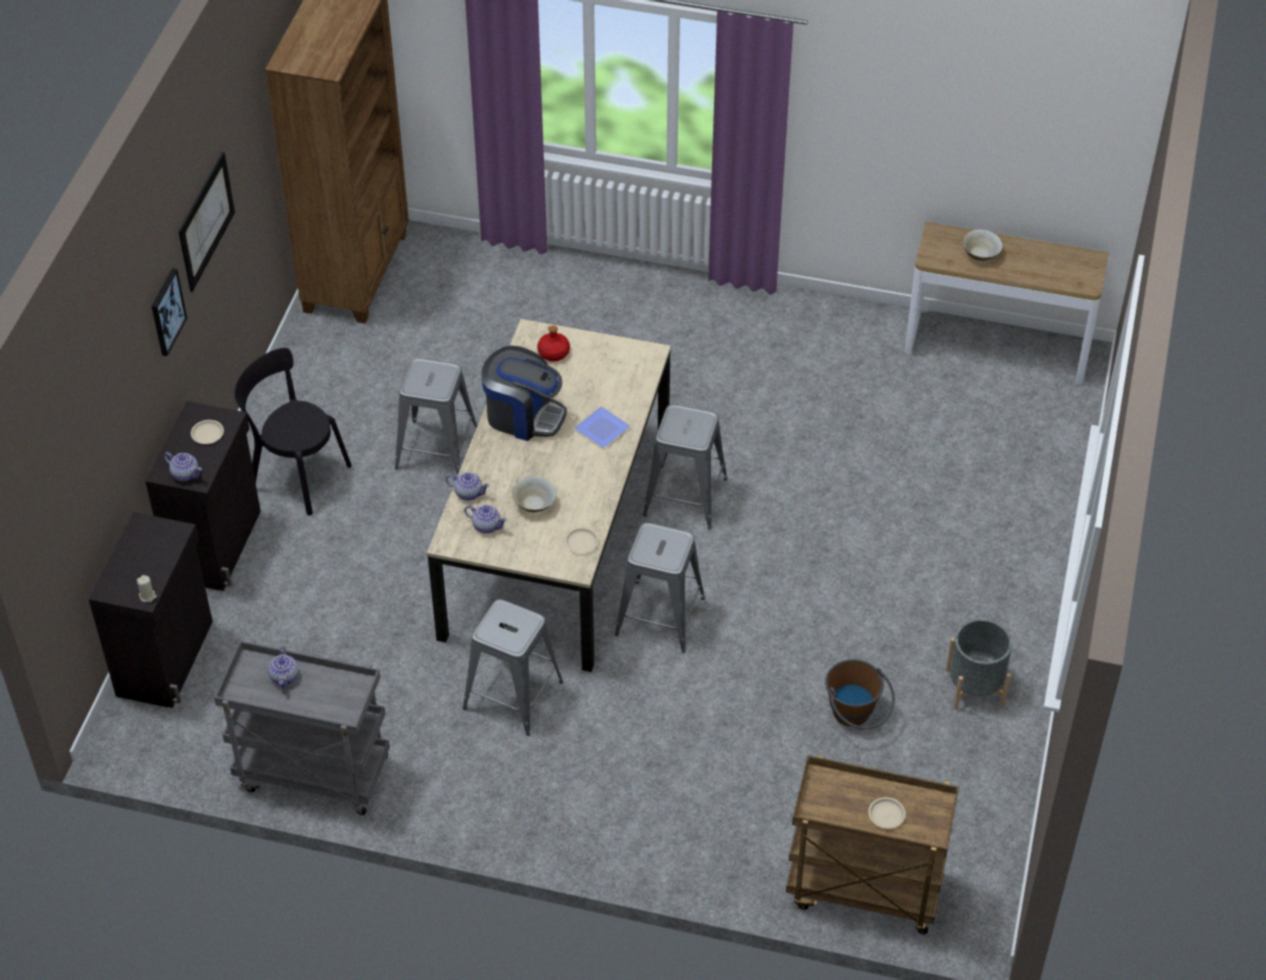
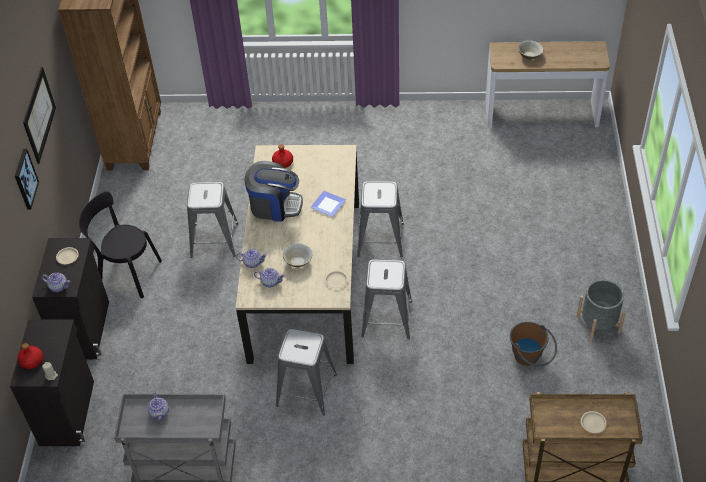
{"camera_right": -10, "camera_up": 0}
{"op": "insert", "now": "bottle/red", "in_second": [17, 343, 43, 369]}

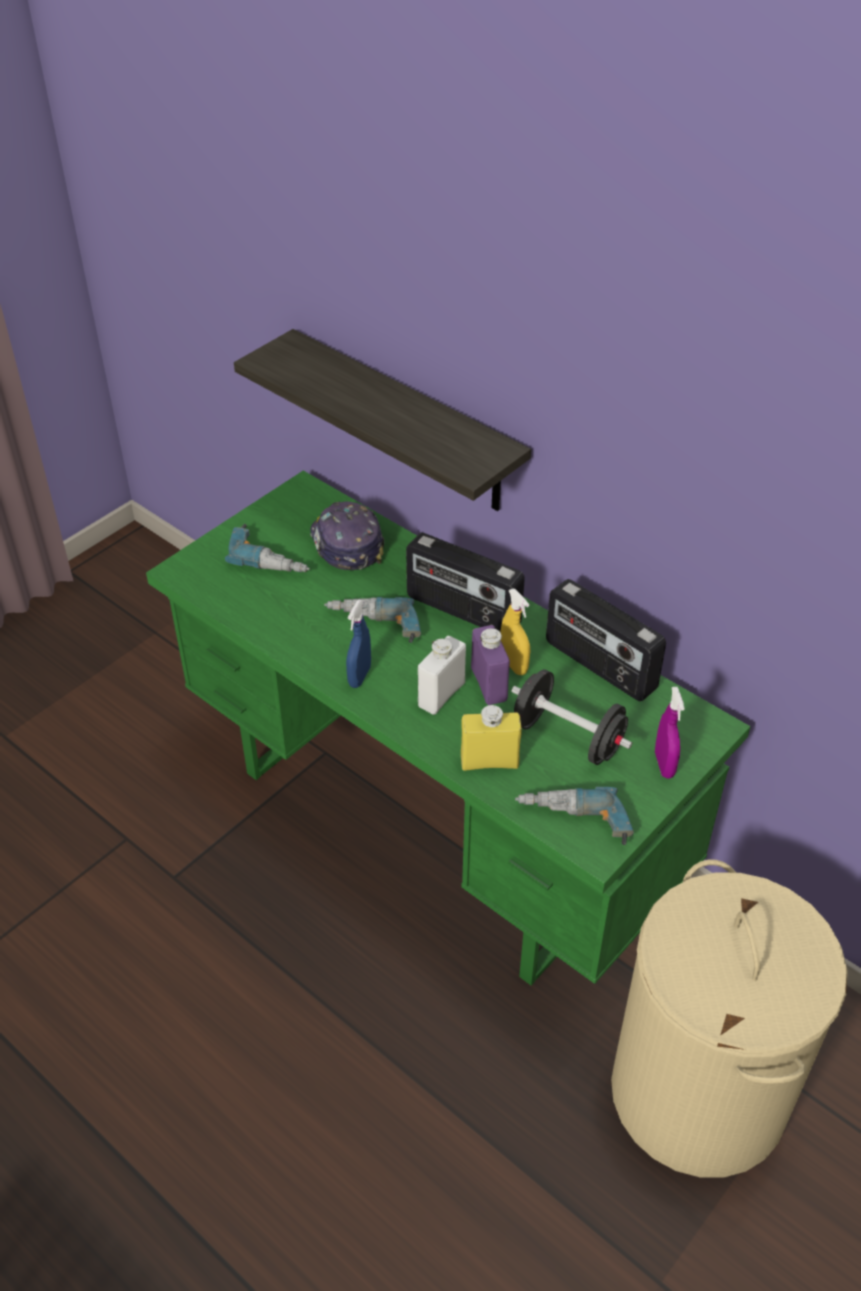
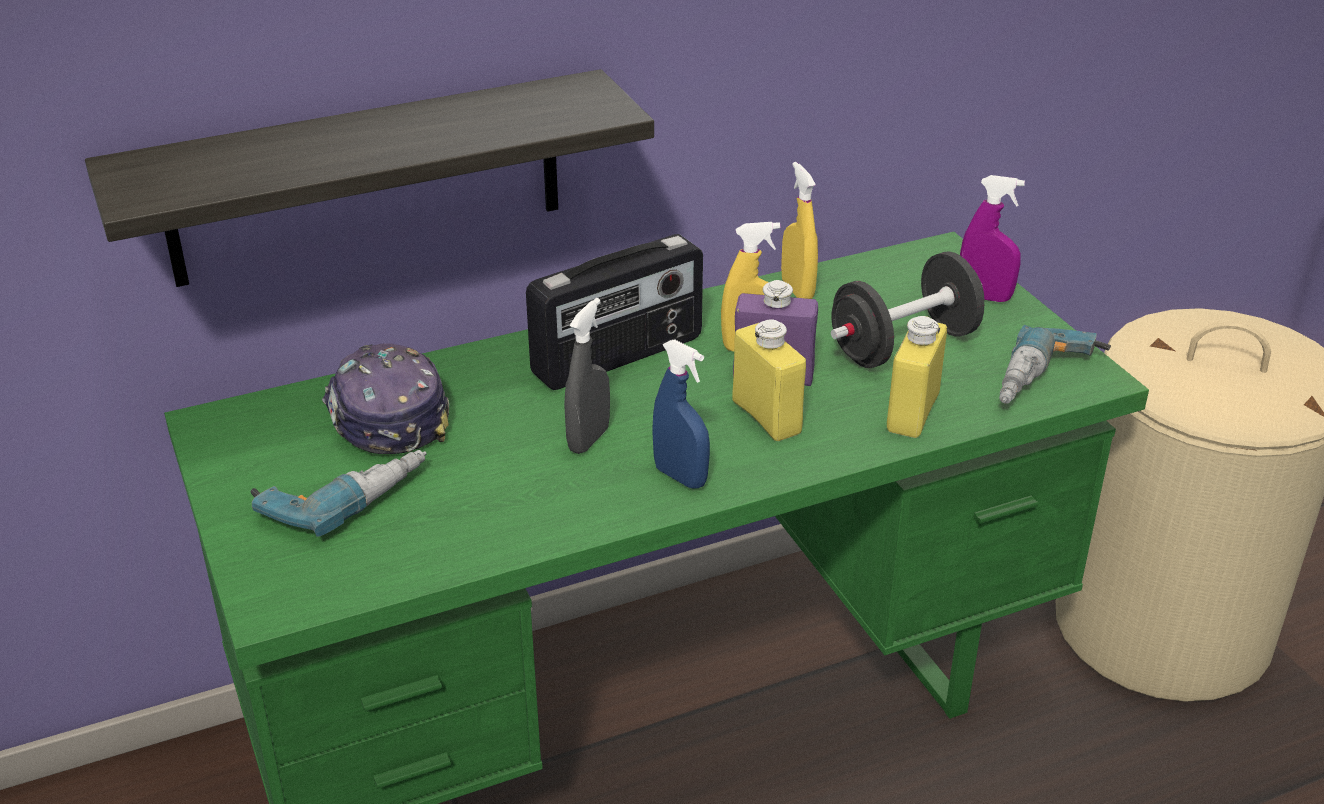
{"camera_right": -65, "camera_up": -10}
{"op": "rotate", "was": "cap", "in_first": [310, 502, 384, 570], "in_second": [322, 343, 449, 454], "clockwise": 60}
{"op": "replace", "was": "radio", "now": "spray bottle/yellow", "in_first": [546, 579, 666, 701], "in_second": [781, 162, 818, 299]}
{"op": "replace", "was": "power drill", "now": "spray bottle/grey", "in_first": [324, 597, 421, 643], "in_second": [564, 298, 610, 454]}
{"op": "recolor", "was": "bottle/white", "now": "bottle/yellow", "in_first": [418, 636, 466, 715], "in_second": [732, 319, 806, 441]}

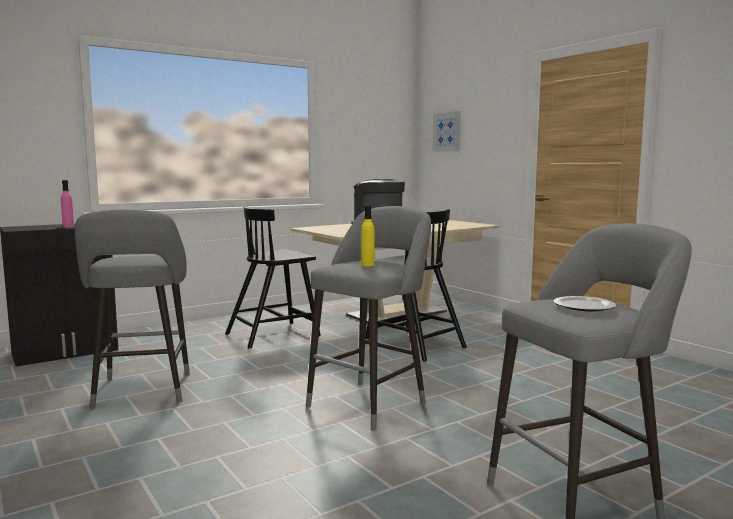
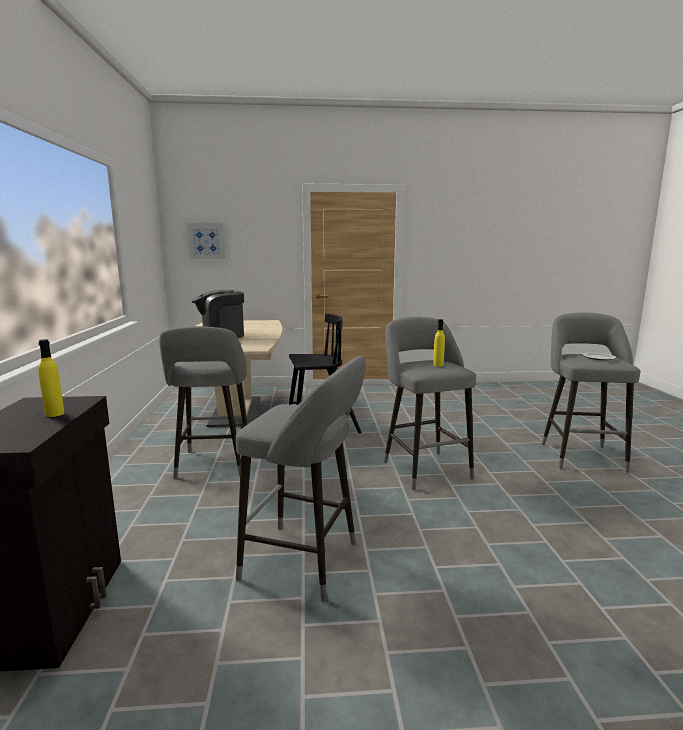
{"camera_right": -60, "camera_up": 5}
{"op": "recolor", "was": "bottle/pink", "now": "bottle/yellow", "in_first": [61, 180, 74, 227], "in_second": [38, 339, 65, 417]}
{"op": "replace", "was": "chair/black", "now": "stool/grey", "in_first": [225, 206, 321, 349], "in_second": [159, 326, 247, 479]}

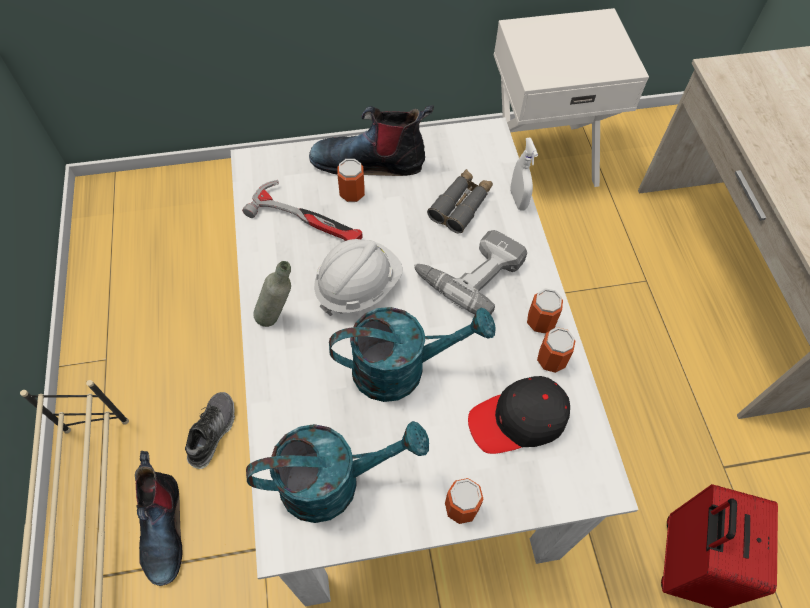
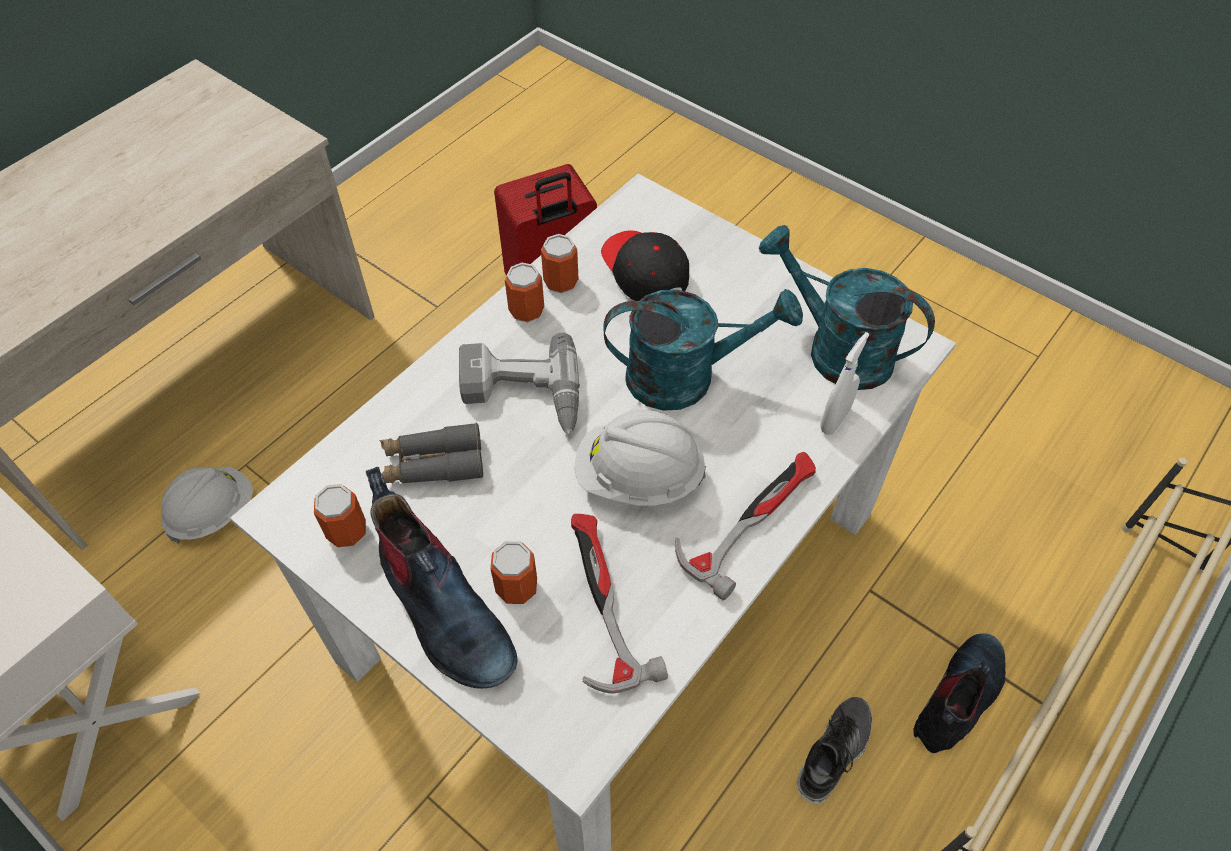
{"camera_right": -130, "camera_up": -5}
{"op": "move", "was": "spray bottle/white", "in_first": [510, 138, 538, 211], "in_second": [820, 332, 869, 435]}
{"op": "replace", "was": "bottle/grey", "now": "hammer", "in_first": [253, 261, 291, 327], "in_second": [675, 452, 816, 600]}
{"op": "rotate", "was": "watering can/turquoise", "in_first": [329, 307, 495, 402], "in_second": [603, 289, 803, 411], "clockwise": 135}
{"op": "rotate", "was": "cap/black", "in_first": [468, 376, 570, 454], "in_second": [601, 230, 689, 301], "clockwise": -150}
{"op": "rotate", "was": "shoe", "in_first": [185, 392, 235, 469], "in_second": [797, 697, 872, 804], "clockwise": 150}
{"op": "move", "was": "can", "in_first": [445, 478, 484, 524], "in_second": [314, 484, 366, 547]}
{"op": "insert", "now": "hard hat/white", "in_second": [161, 467, 253, 544]}

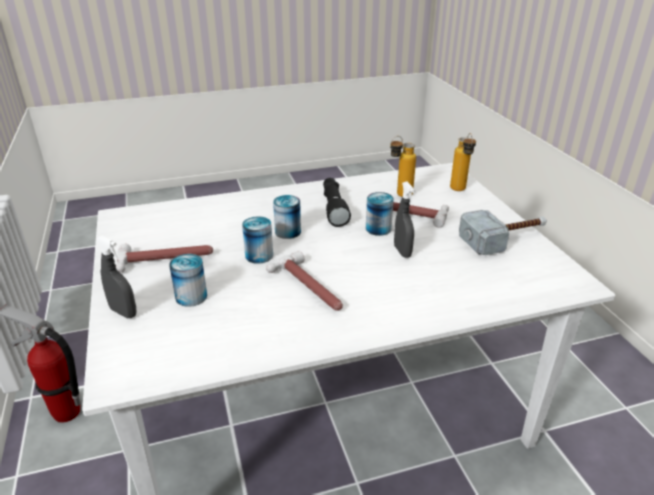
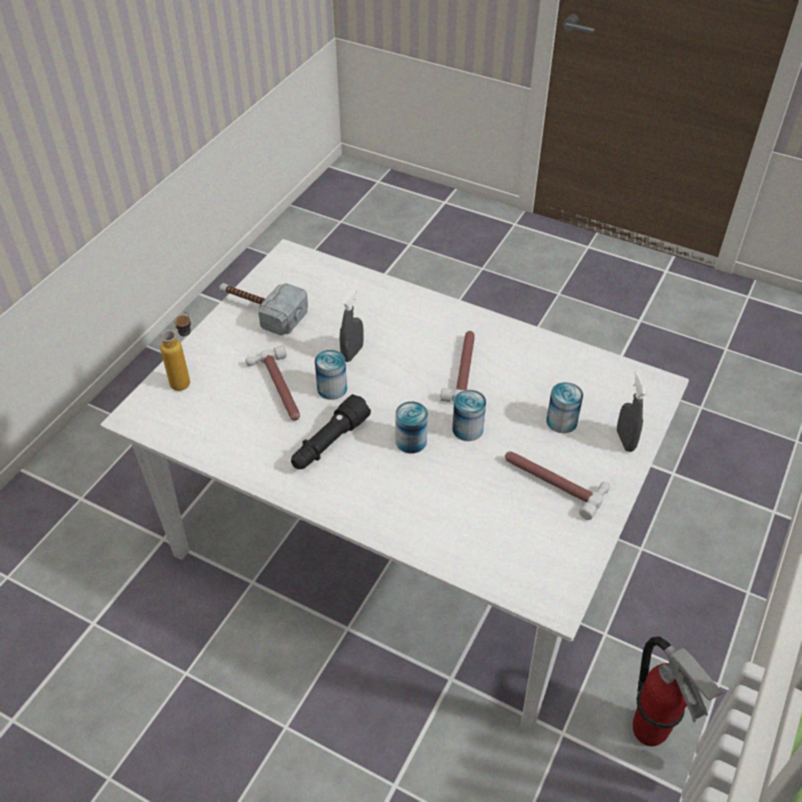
{"camera_right": -135, "camera_up": 15}
{"op": "delete", "was": "bottle", "in_first": [390, 136, 416, 197]}

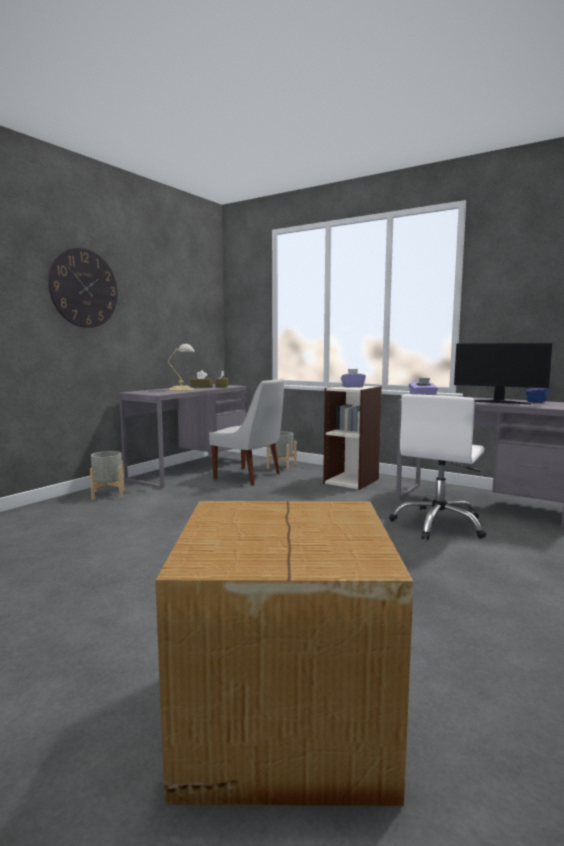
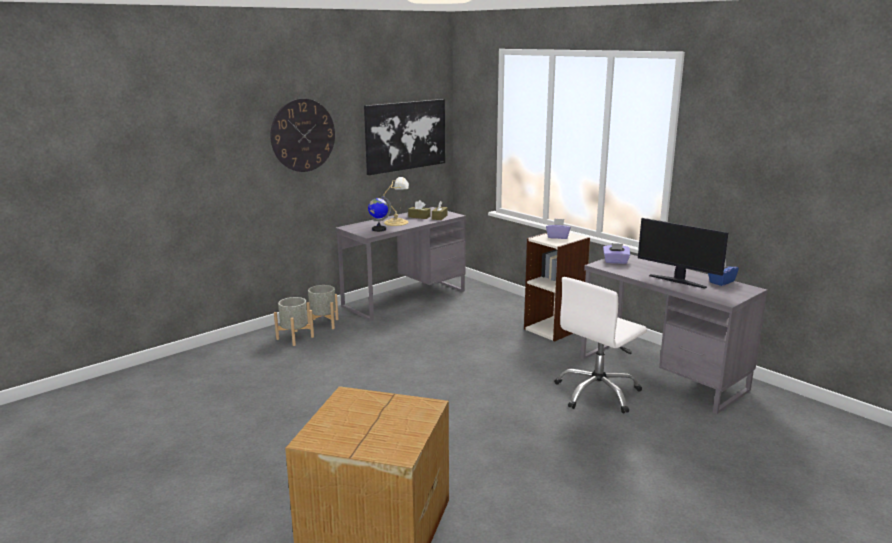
{"camera_right": 15, "camera_up": 10}
{"op": "delete", "was": "chair/white", "in_first": [209, 379, 284, 486]}
{"op": "move", "was": "planter/grey", "in_first": [267, 432, 297, 470], "in_second": [274, 297, 314, 346]}
{"op": "insert", "now": "picture", "in_second": [364, 99, 445, 175]}
{"op": "insert", "now": "globe", "in_second": [368, 196, 391, 232]}

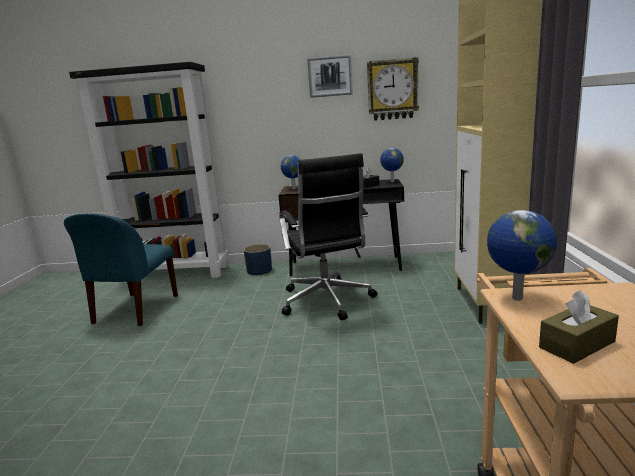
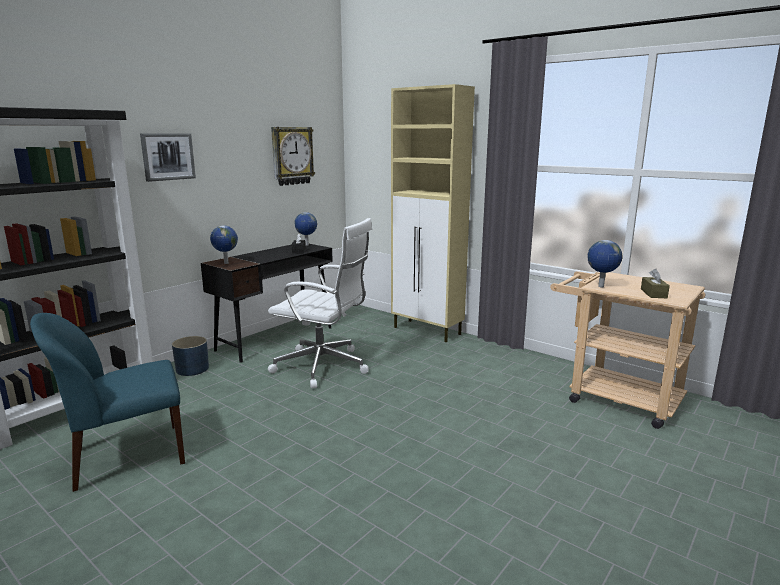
{"camera_right": -55, "camera_up": 0}
{"op": "move", "was": "picture", "in_first": [307, 54, 353, 98], "in_second": [140, 133, 196, 182]}
{"op": "recolor", "was": "office chair/black", "now": "office chair/white", "in_first": [279, 153, 378, 321], "in_second": [268, 218, 372, 389]}
{"op": "rotate", "was": "chair/blue", "in_first": [64, 213, 178, 326], "in_second": [30, 313, 185, 492], "clockwise": 105}

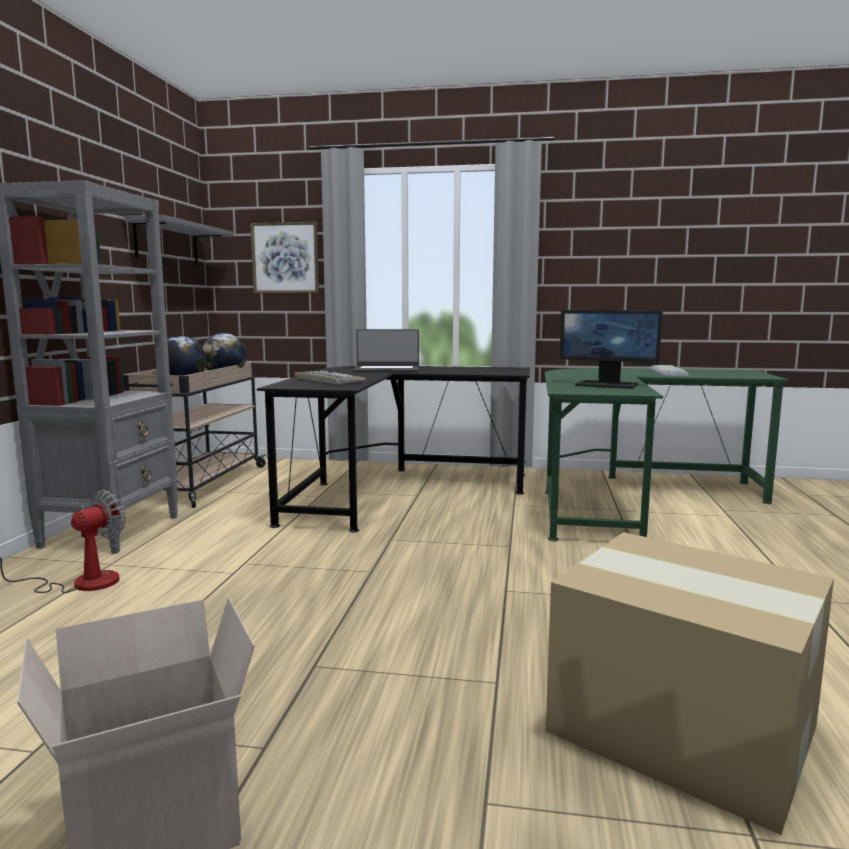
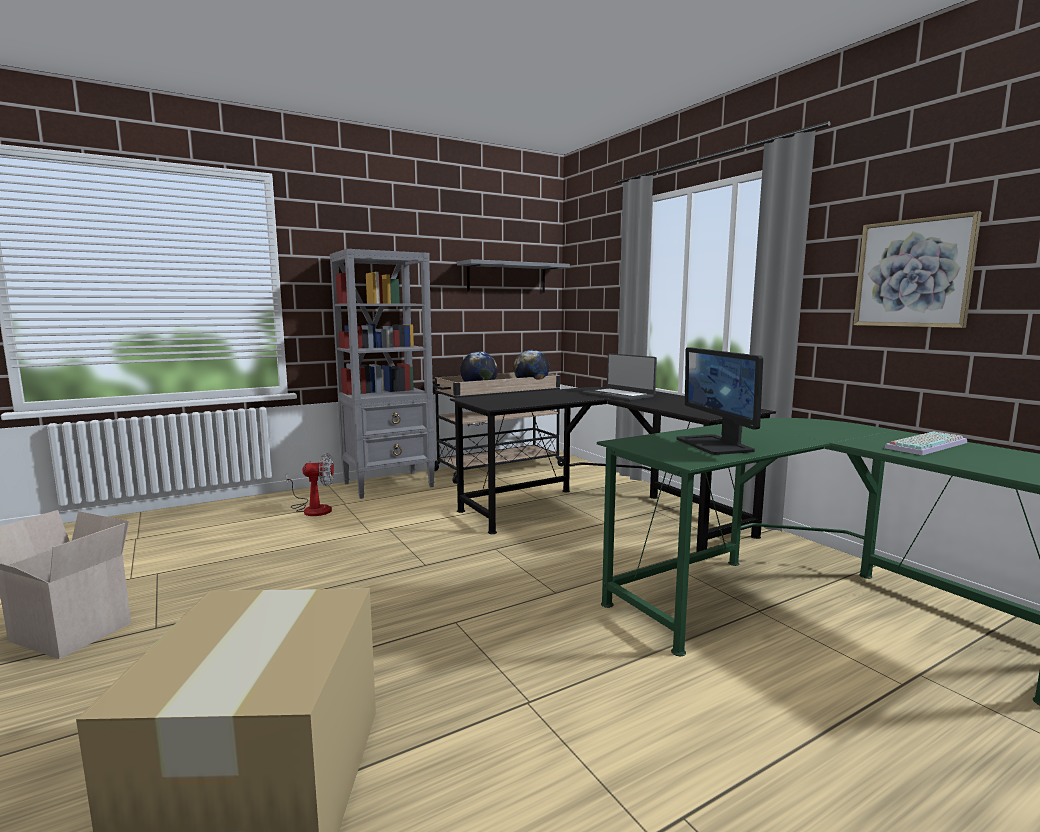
{"camera_right": 50, "camera_up": 0}
{"op": "move", "was": "picture", "in_first": [250, 222, 319, 293], "in_second": [853, 211, 981, 328]}
{"op": "delete", "was": "keyboard", "in_first": [294, 371, 366, 384]}

